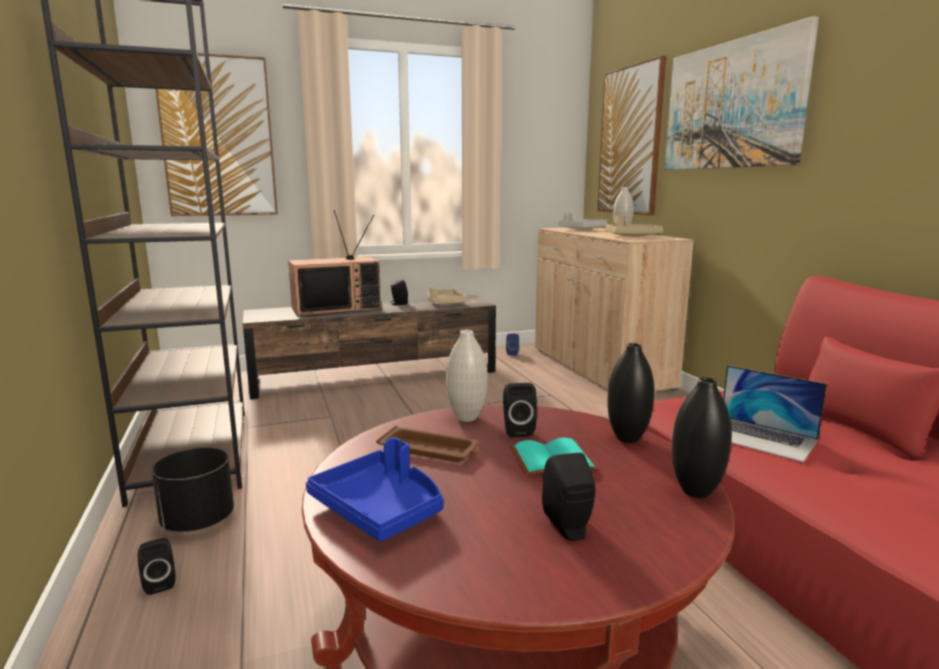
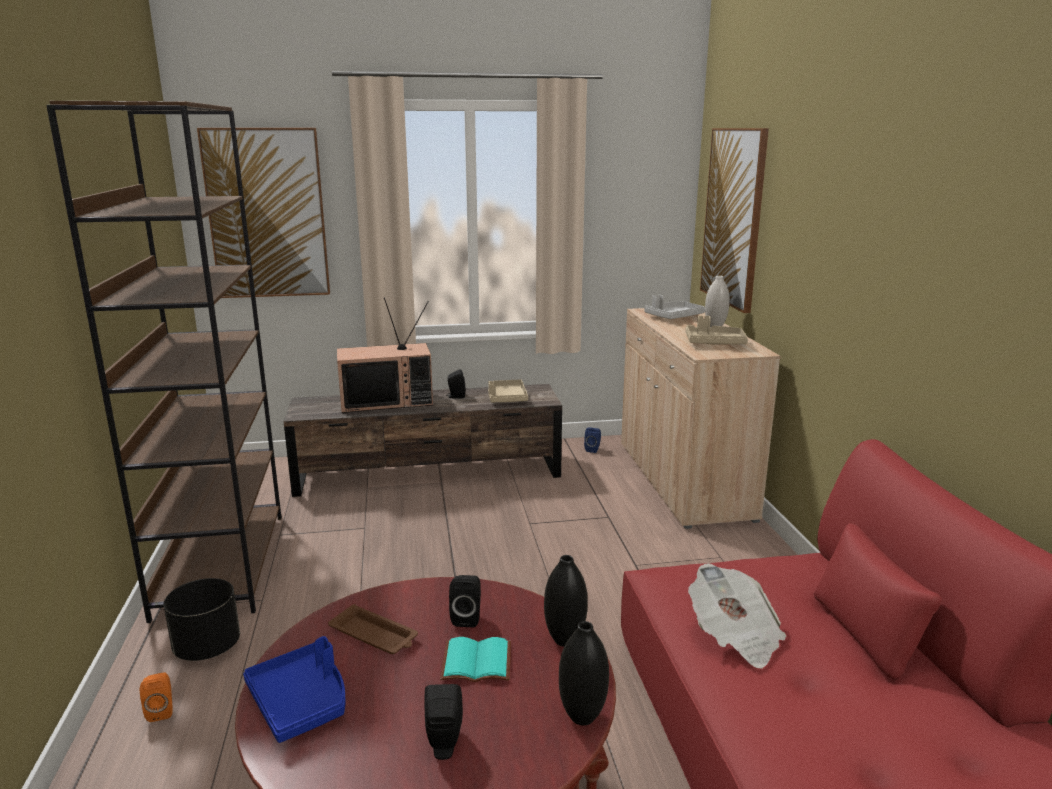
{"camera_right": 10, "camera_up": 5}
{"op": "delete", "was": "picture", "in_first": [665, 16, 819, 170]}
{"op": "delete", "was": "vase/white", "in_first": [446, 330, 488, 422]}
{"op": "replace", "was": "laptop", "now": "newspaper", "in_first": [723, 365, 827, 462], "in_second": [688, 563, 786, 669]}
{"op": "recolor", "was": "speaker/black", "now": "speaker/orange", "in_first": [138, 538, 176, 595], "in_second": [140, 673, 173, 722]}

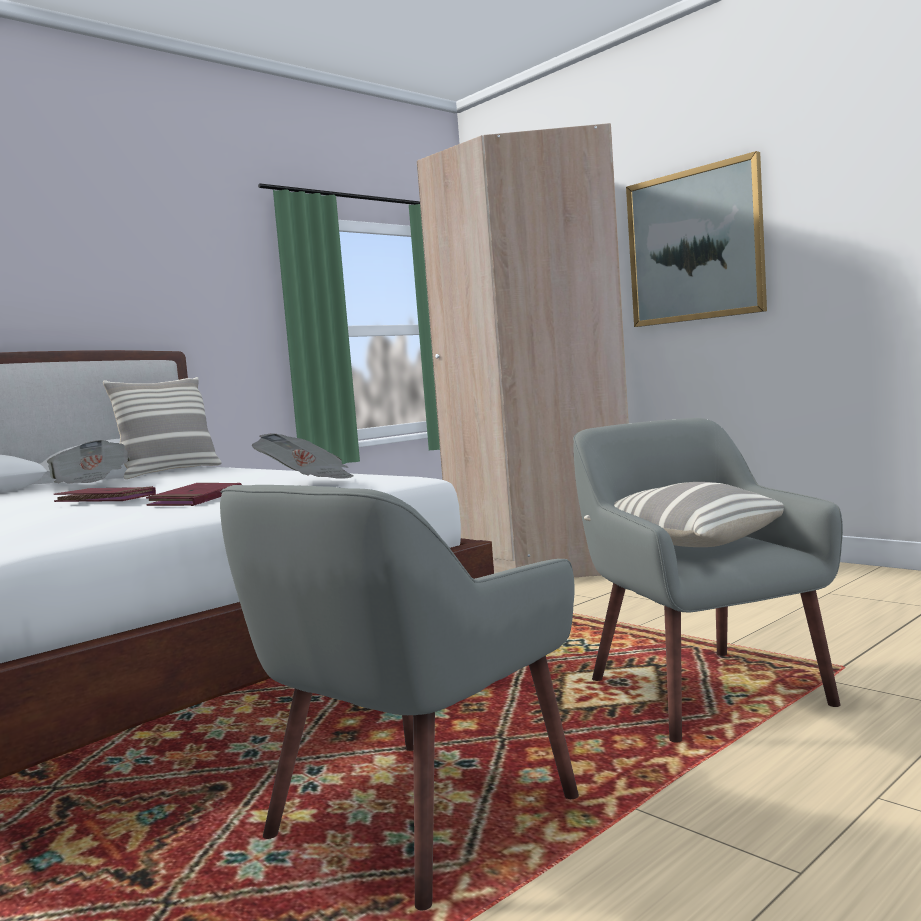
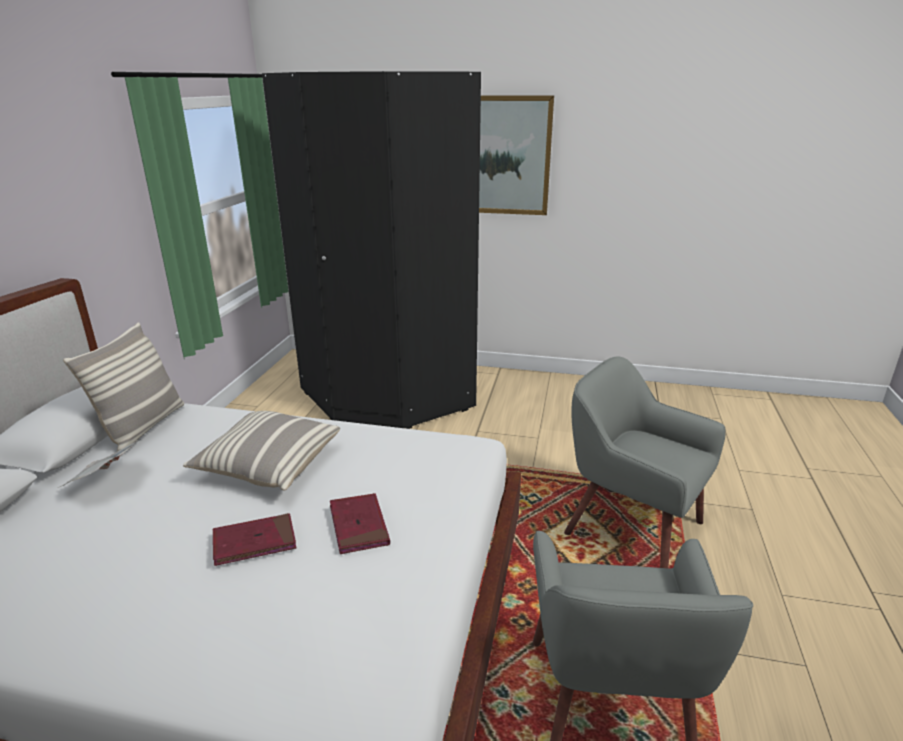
{"camera_right": -35, "camera_up": 20}
{"op": "recolor", "was": "wardrobe/beige", "now": "wardrobe/black", "in_first": [417, 123, 629, 577], "in_second": [262, 71, 481, 429]}
{"op": "delete", "was": "newspaper", "in_first": [252, 434, 353, 479]}
{"op": "move", "was": "pillow", "in_first": [584, 482, 784, 547], "in_second": [183, 411, 340, 491]}

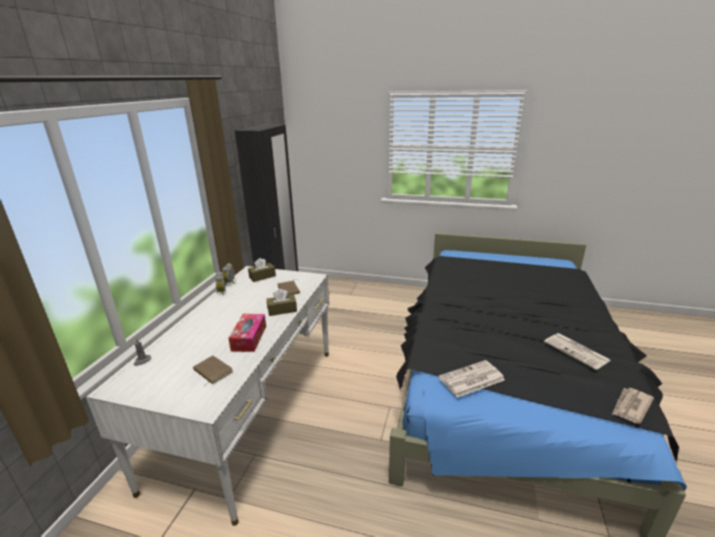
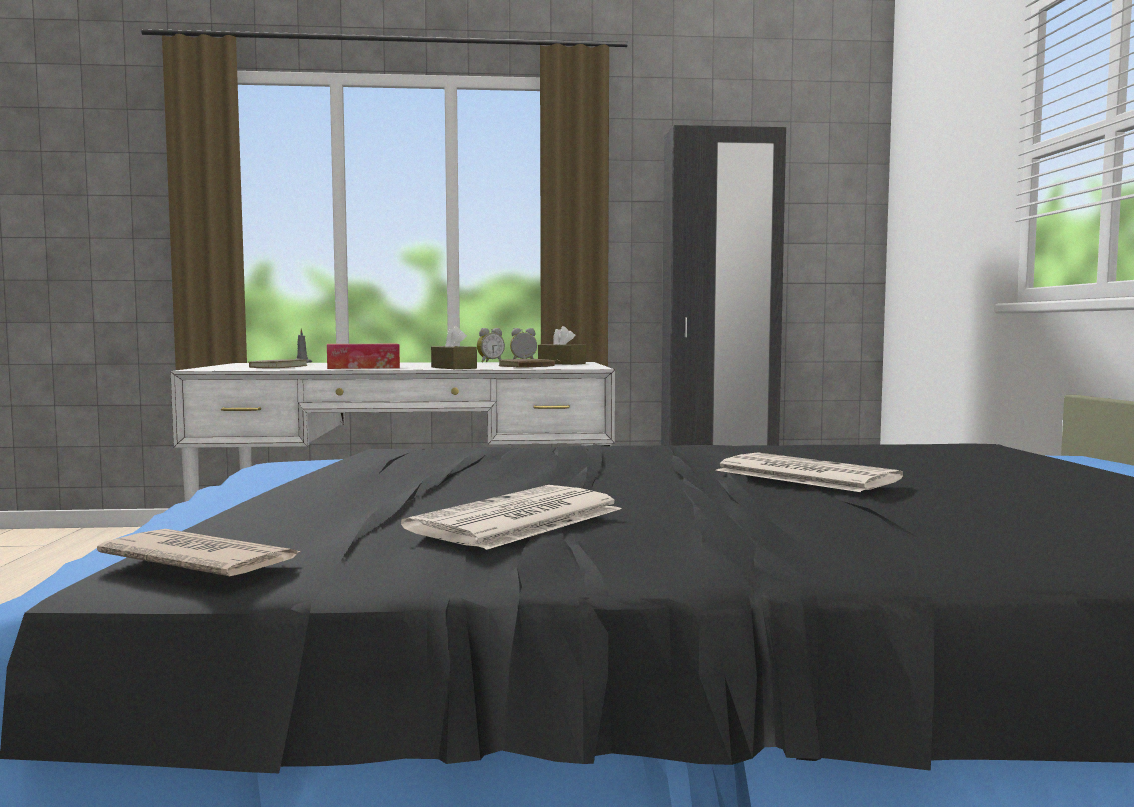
{"camera_right": 70, "camera_up": -20}
{"op": "move", "was": "newspaper", "in_first": [438, 360, 505, 398], "in_second": [716, 452, 903, 492]}

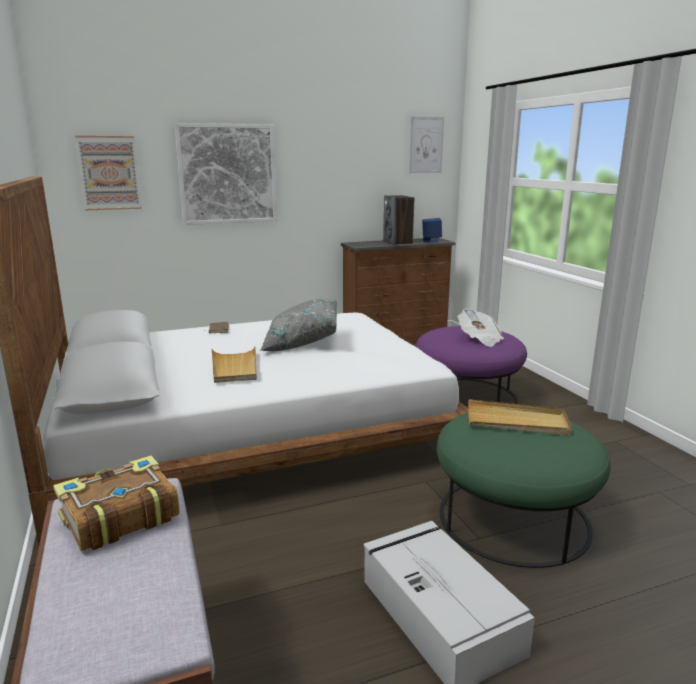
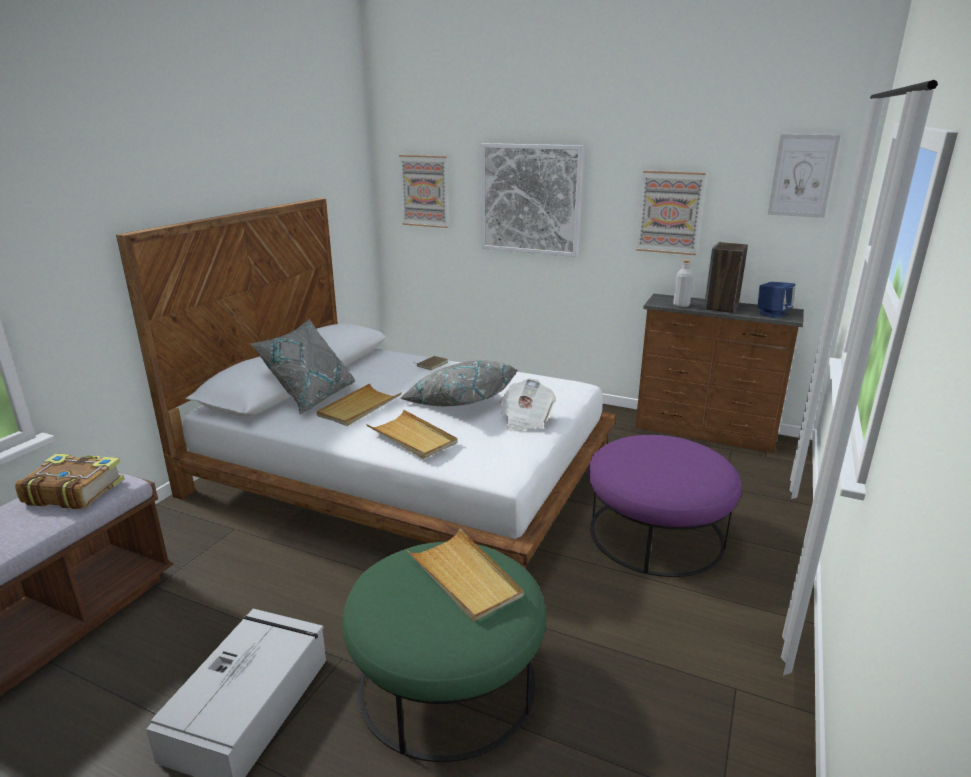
{"camera_right": 45, "camera_up": 5}
{"op": "move", "was": "newspaper", "in_first": [458, 309, 504, 347], "in_second": [500, 379, 556, 432]}
{"op": "insert", "now": "picture", "in_second": [636, 171, 706, 255]}
{"op": "insert", "now": "bottle/grey", "in_second": [673, 260, 694, 307]}
{"op": "insert", "now": "pillow/grey", "in_second": [250, 319, 355, 415]}
{"op": "insert", "now": "tray/beige", "in_second": [366, 410, 457, 459]}

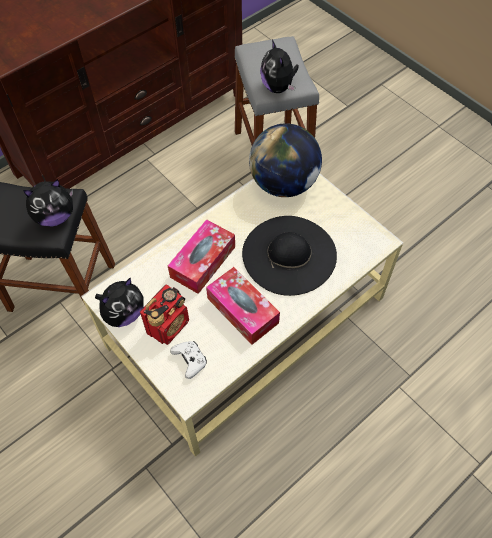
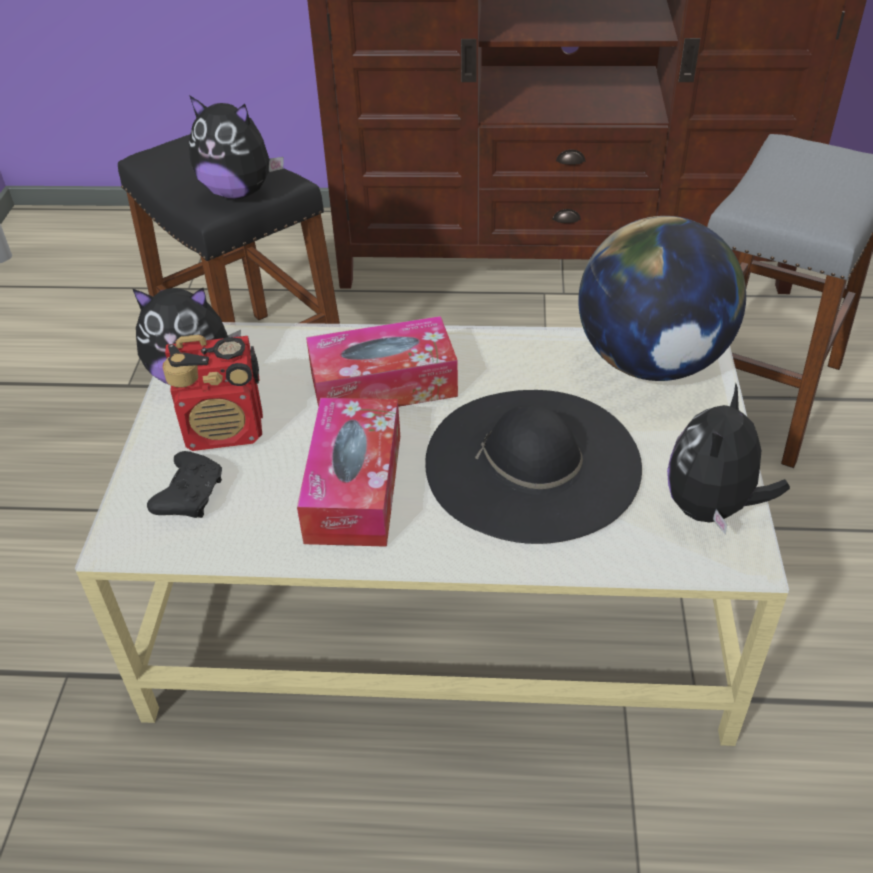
{"camera_right": 45, "camera_up": -15}
{"op": "move", "was": "plush toy", "in_first": [260, 39, 299, 93], "in_second": [667, 383, 790, 535]}
{"op": "recolor", "was": "game controller/white", "now": "game controller/black", "in_first": [170, 341, 207, 379], "in_second": [147, 451, 222, 518]}

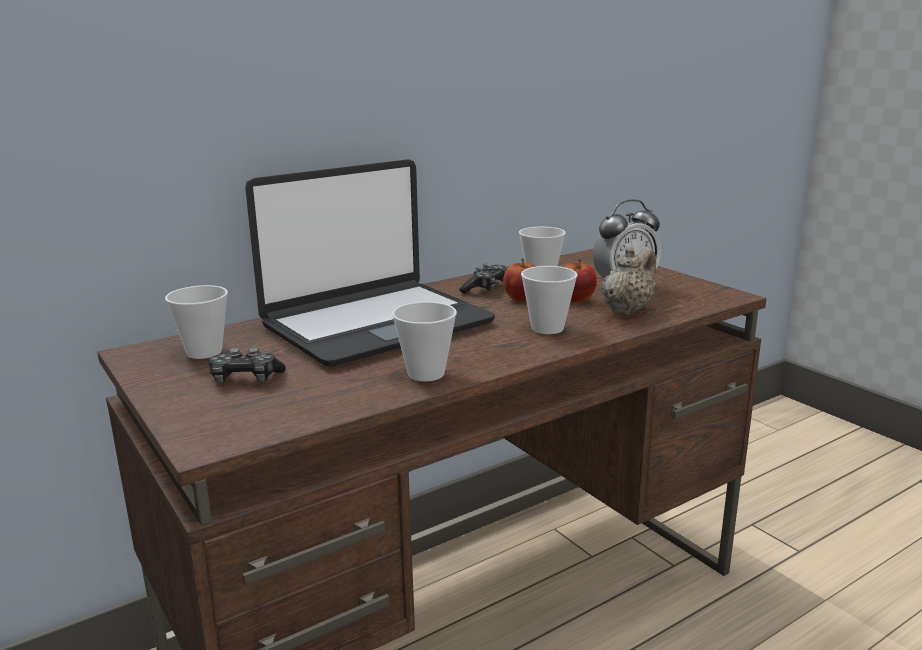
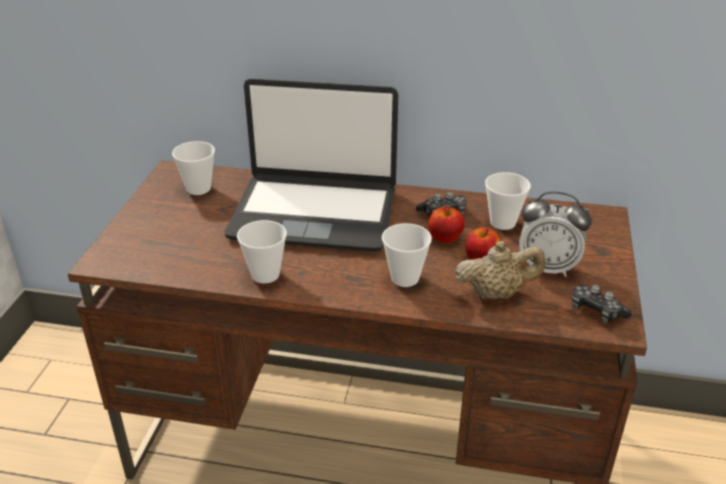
{"camera_right": 45, "camera_up": 15}
{"op": "move", "was": "game controller", "in_first": [209, 347, 286, 383], "in_second": [572, 285, 631, 323]}

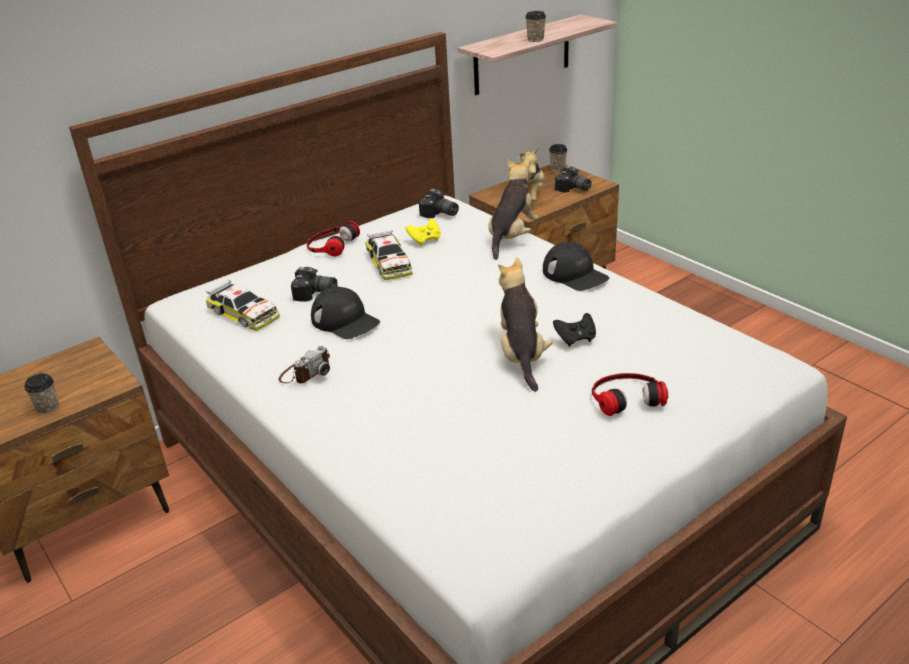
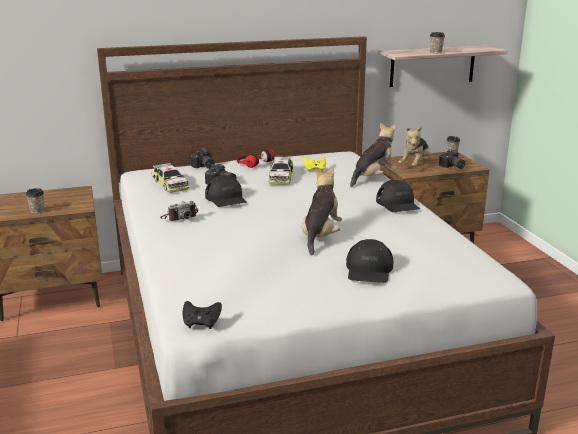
{"camera_right": 20, "camera_up": -10}
{"op": "move", "was": "photo camera", "in_first": [419, 189, 459, 218], "in_second": [190, 148, 215, 169]}
{"op": "move", "was": "game controller/black", "in_first": [553, 313, 596, 346], "in_second": [182, 301, 222, 329]}
{"op": "replace", "was": "headphones", "now": "cap/black", "in_first": [592, 373, 668, 416], "in_second": [346, 239, 394, 283]}

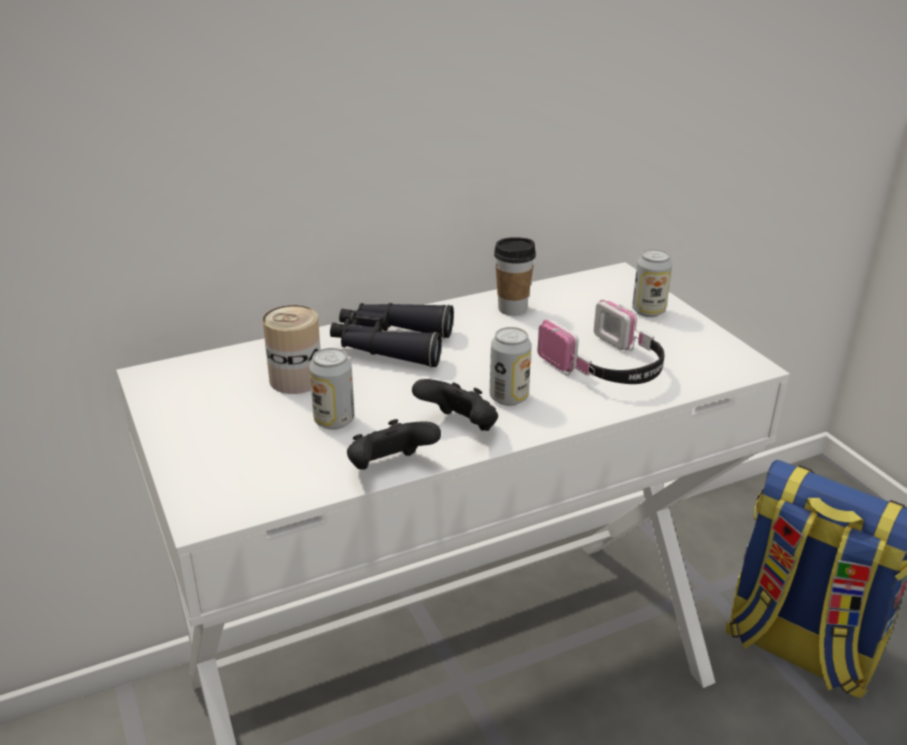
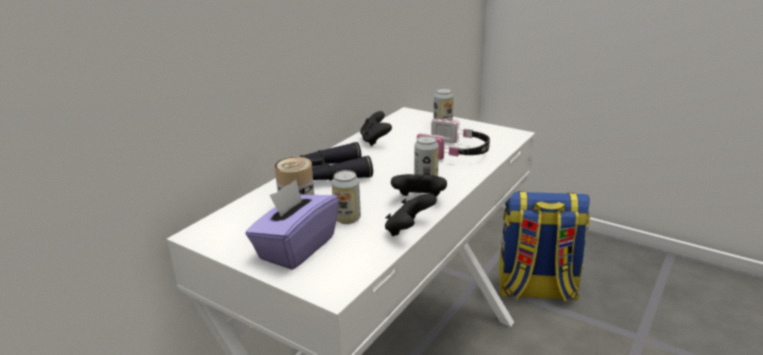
{"camera_right": -30, "camera_up": -5}
{"op": "replace", "was": "cup", "now": "game controller/black", "in_first": [494, 237, 536, 316], "in_second": [360, 111, 392, 146]}
{"op": "insert", "now": "tissue box/purple", "in_second": [246, 180, 339, 270]}

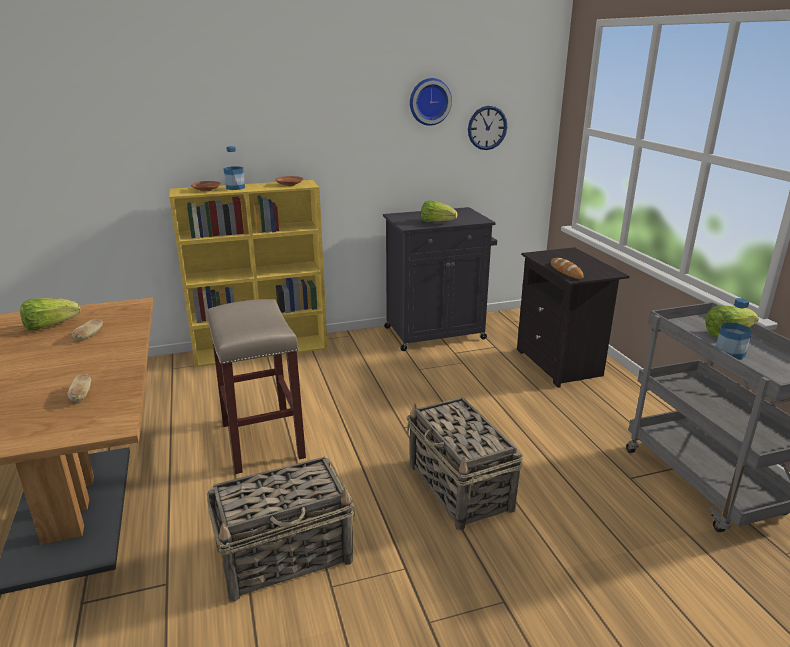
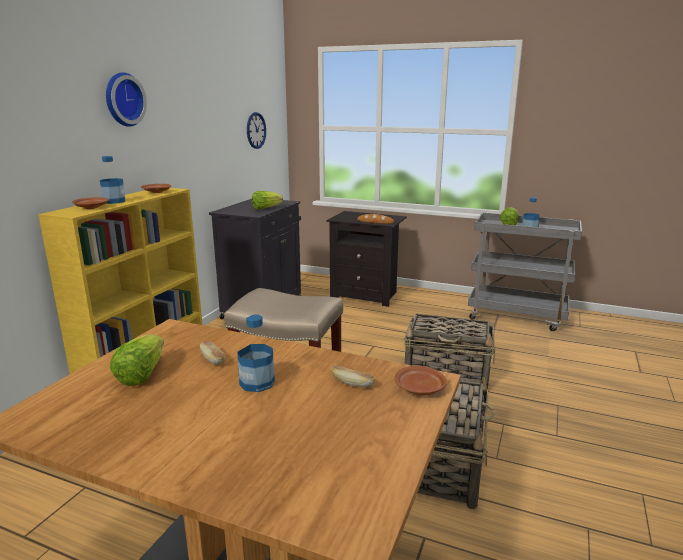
{"camera_right": -50, "camera_up": -5}
{"op": "move", "was": "wall clock", "in_first": [410, 78, 452, 126], "in_second": [106, 72, 147, 127]}
{"op": "insert", "now": "bottle", "in_second": [237, 315, 275, 392]}
{"op": "insert", "now": "plate/brown", "in_second": [394, 366, 447, 395]}

